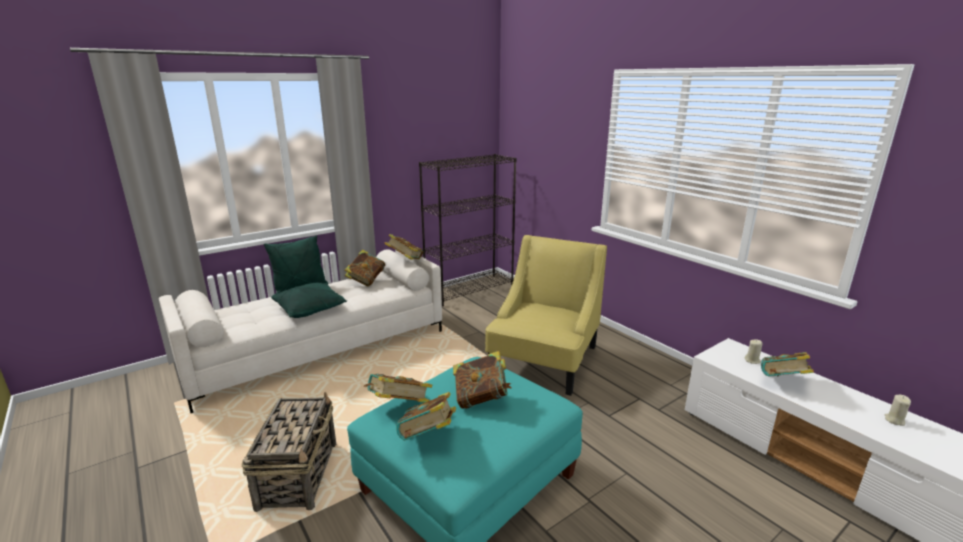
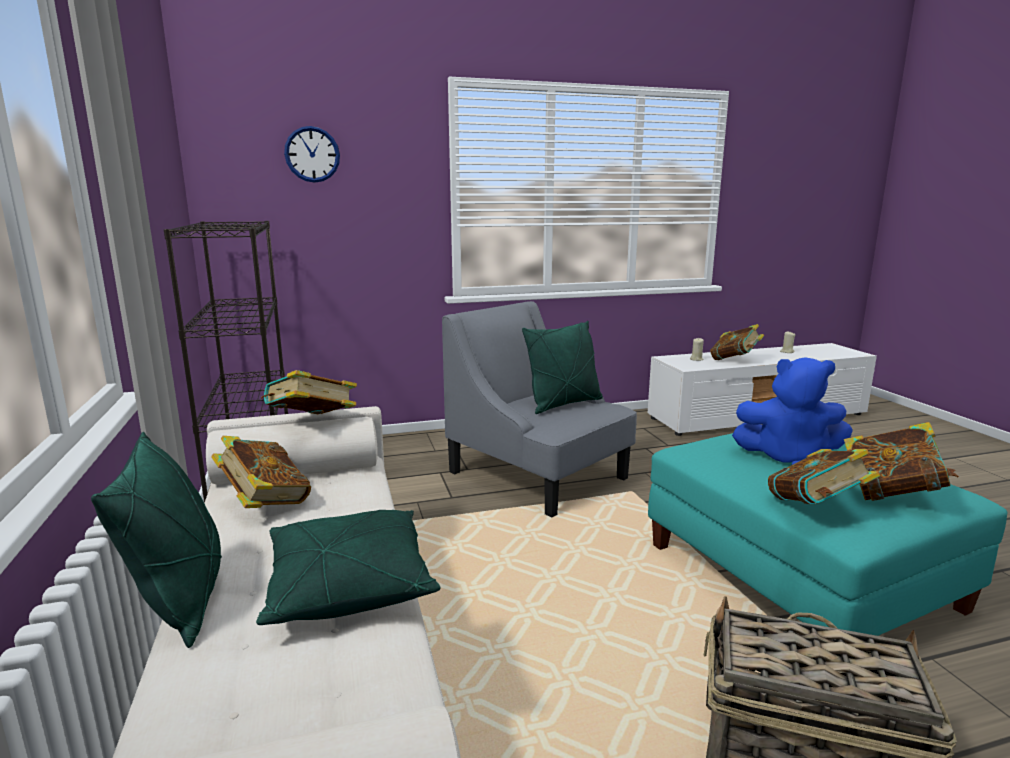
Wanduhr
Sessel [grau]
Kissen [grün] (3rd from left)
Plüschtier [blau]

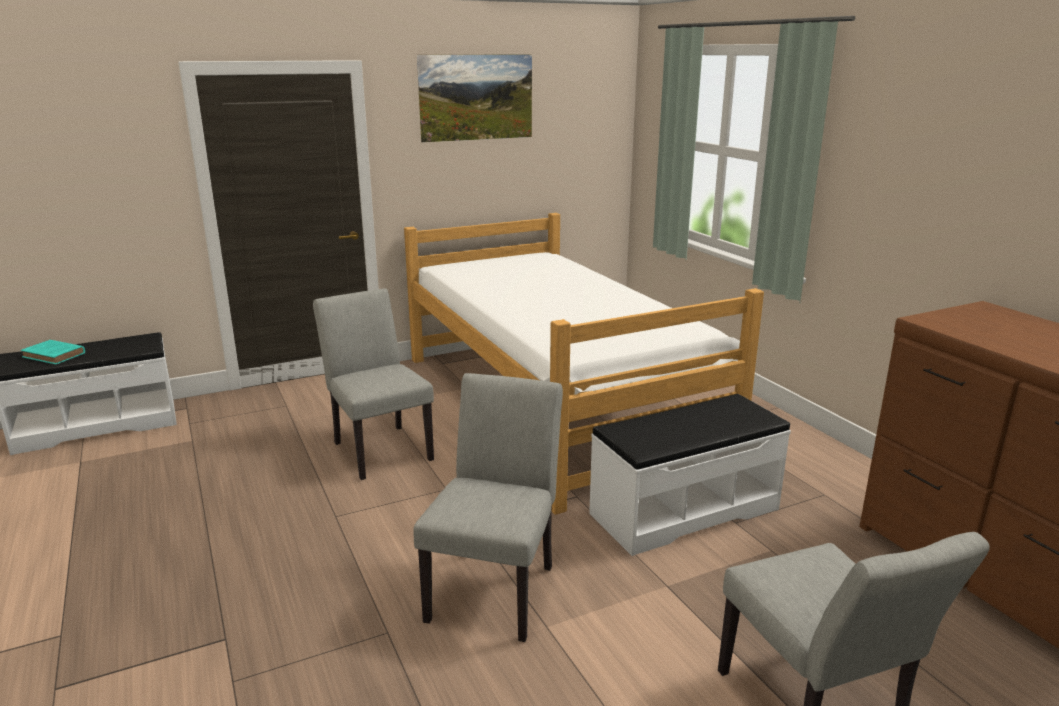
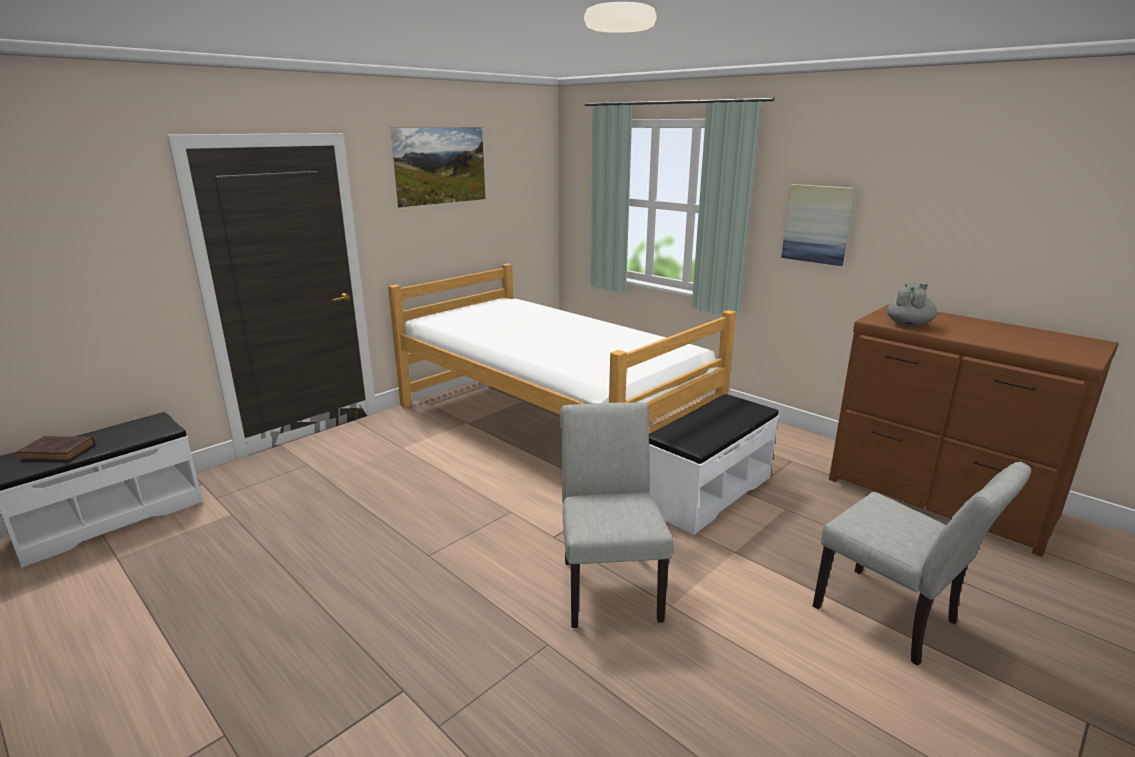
Buch [braun]
Bild (2nd from left)
Teekanne [grau]
Stuhl [grau] (1st from left in the first image)

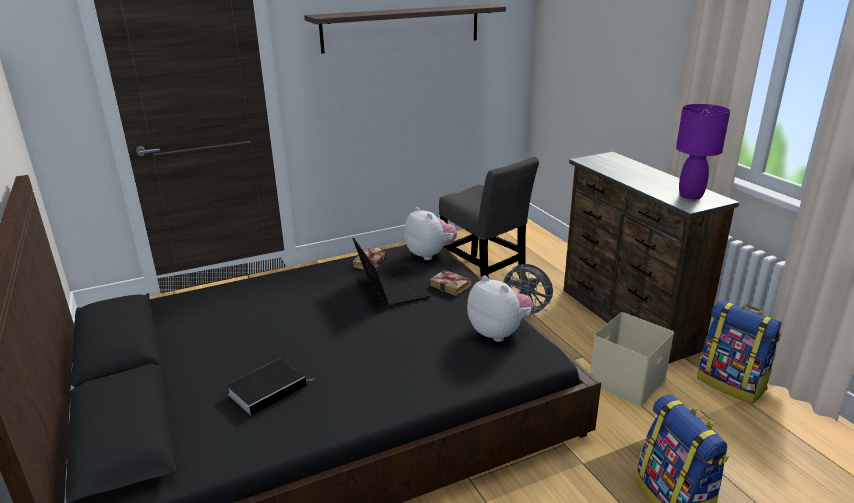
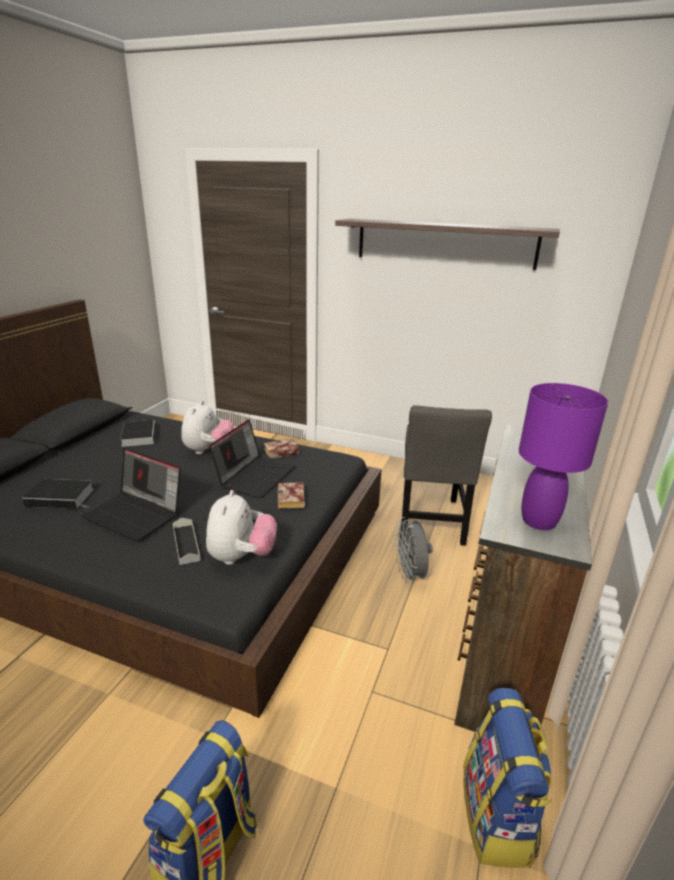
Laptop (1st from left)
Buch (2nd from left)
Tablett [grau]
Plüschtier (1st from left)
Aufbewahrungsbox [beige]

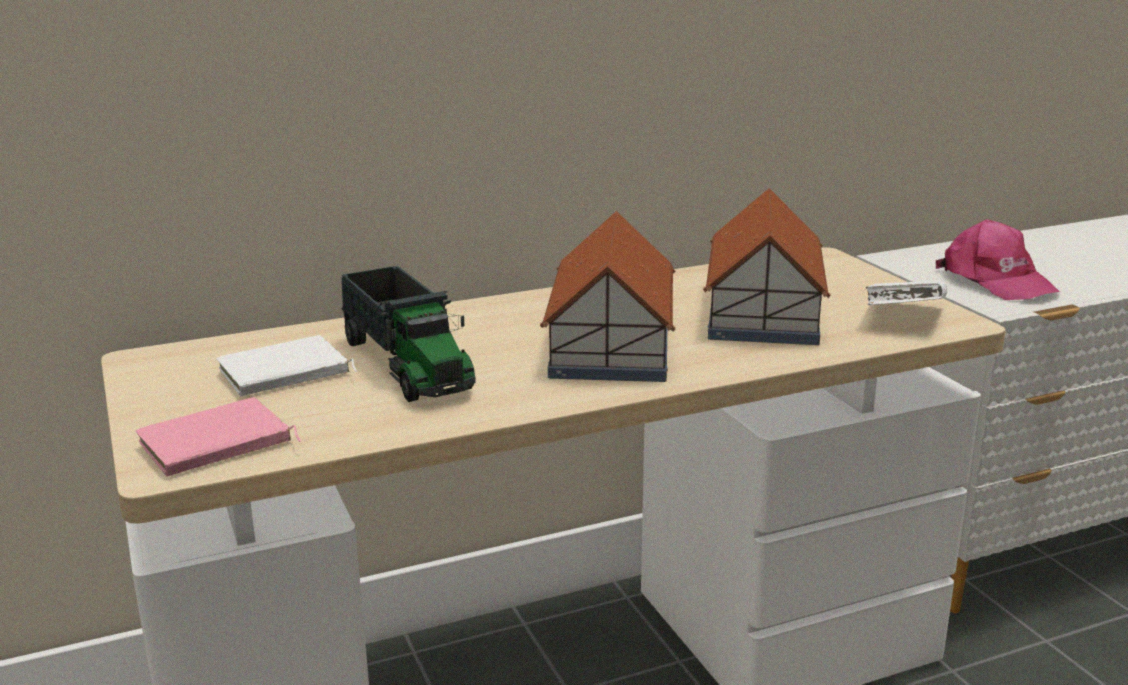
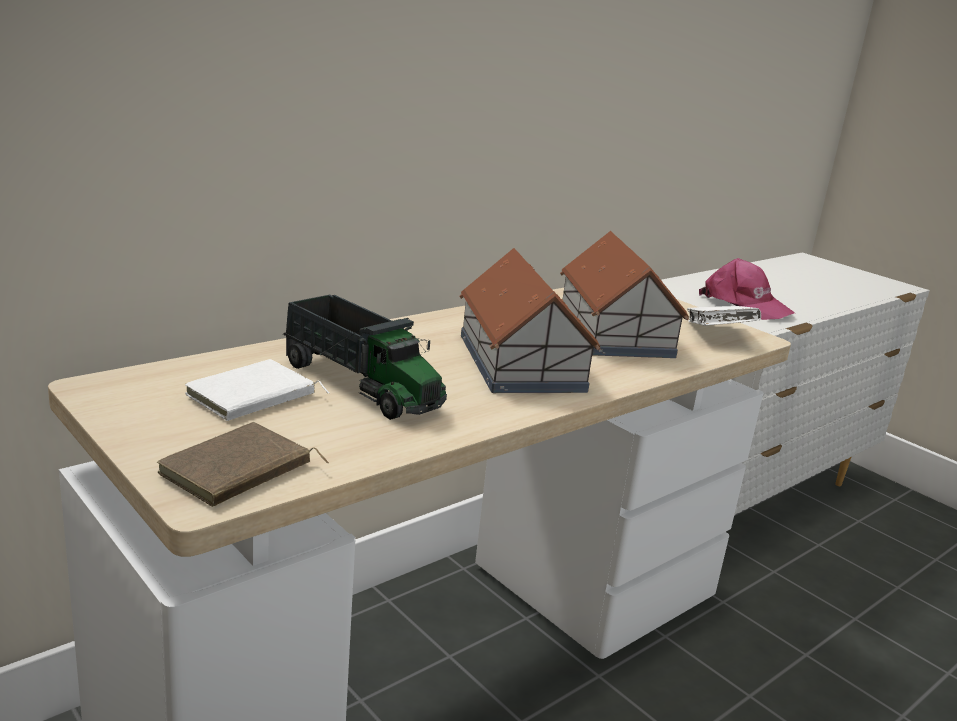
Buch [braun]

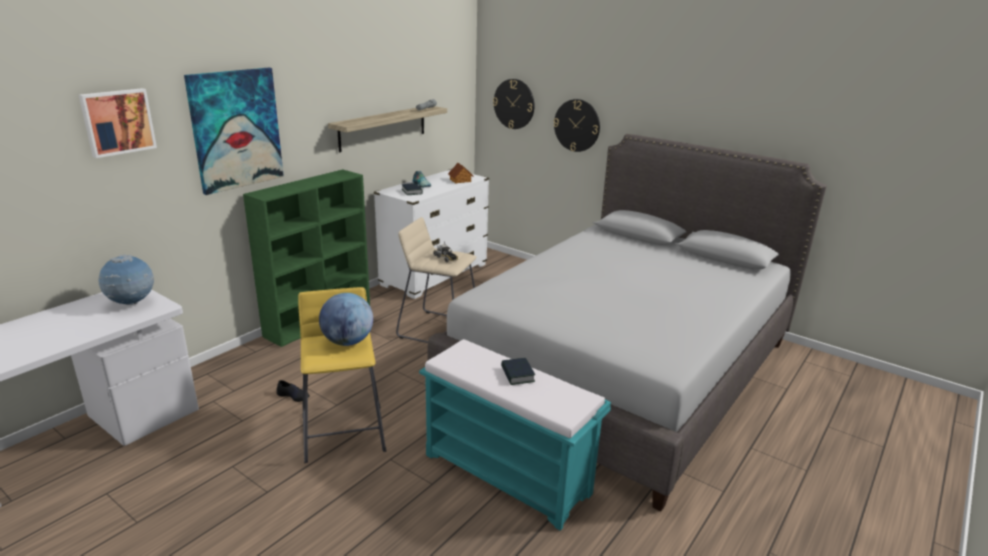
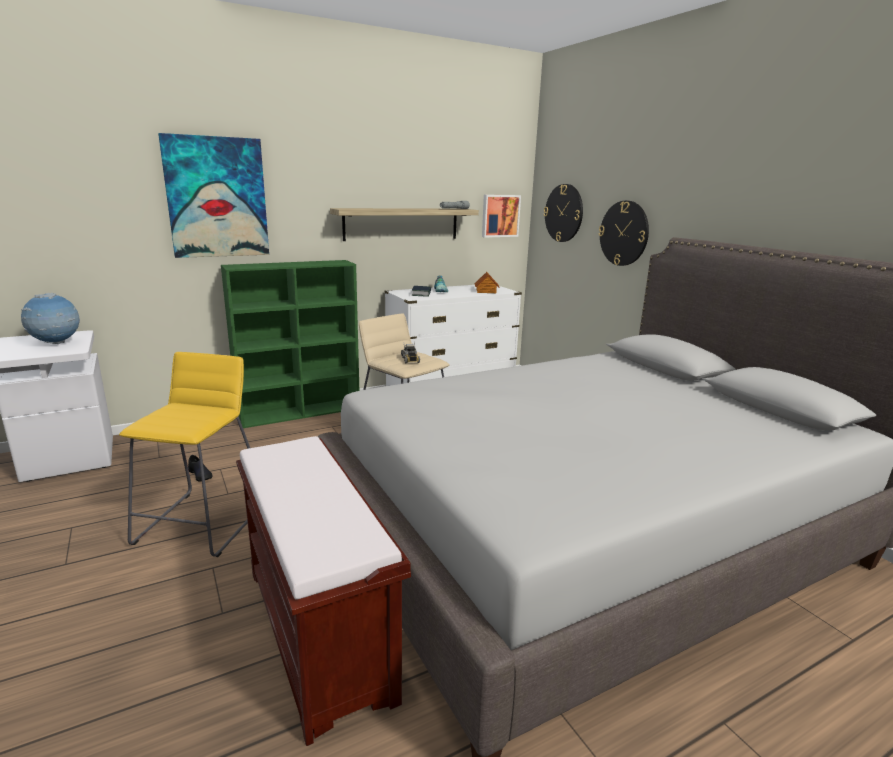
Bank [braun]
Bild (2nd from left)
Globus (2nd from left in the first image)
Buch (2nd from left in the first image)

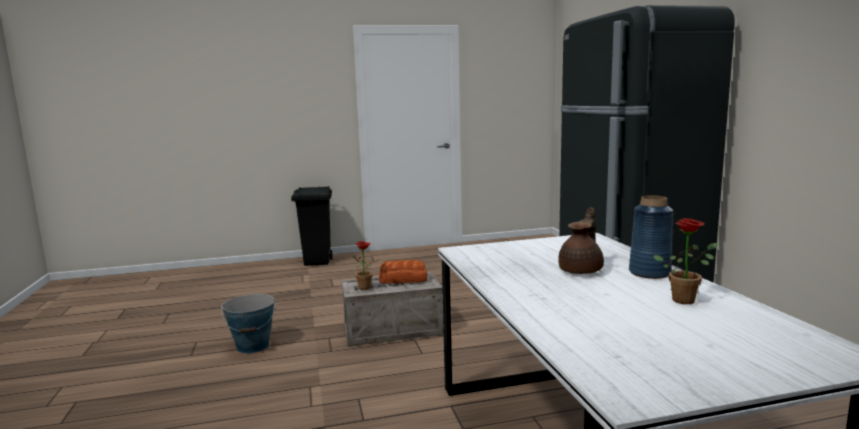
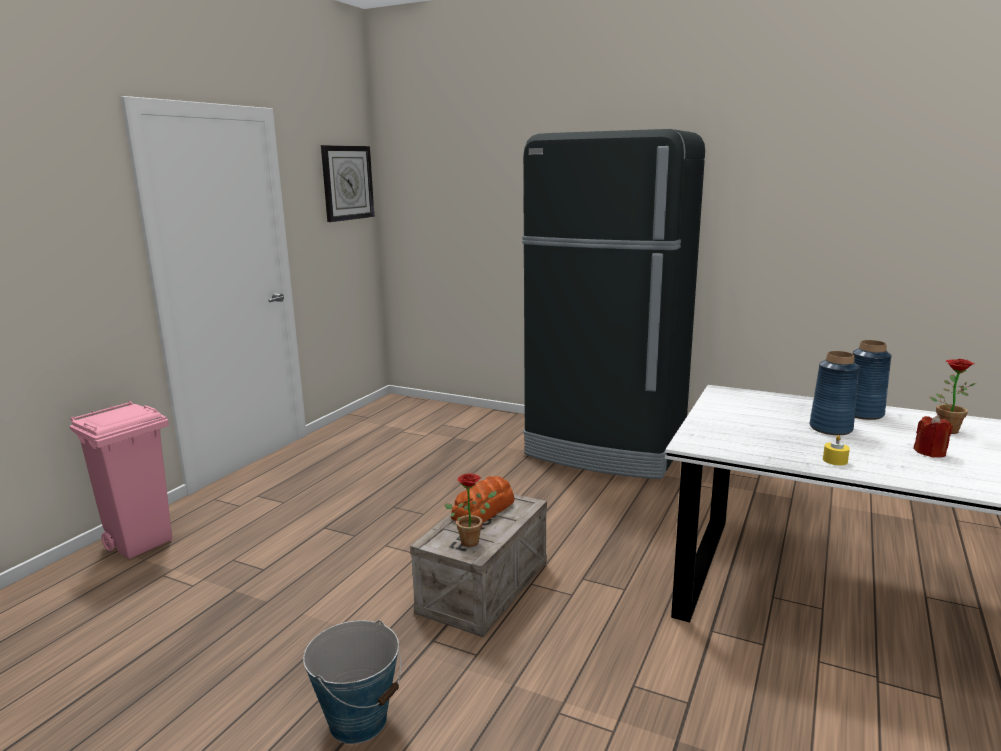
Mülleimer [rosa]
Wanduhr
Vase [blau] (1st from left)
Kerze [gelb]
Kerze [rot]

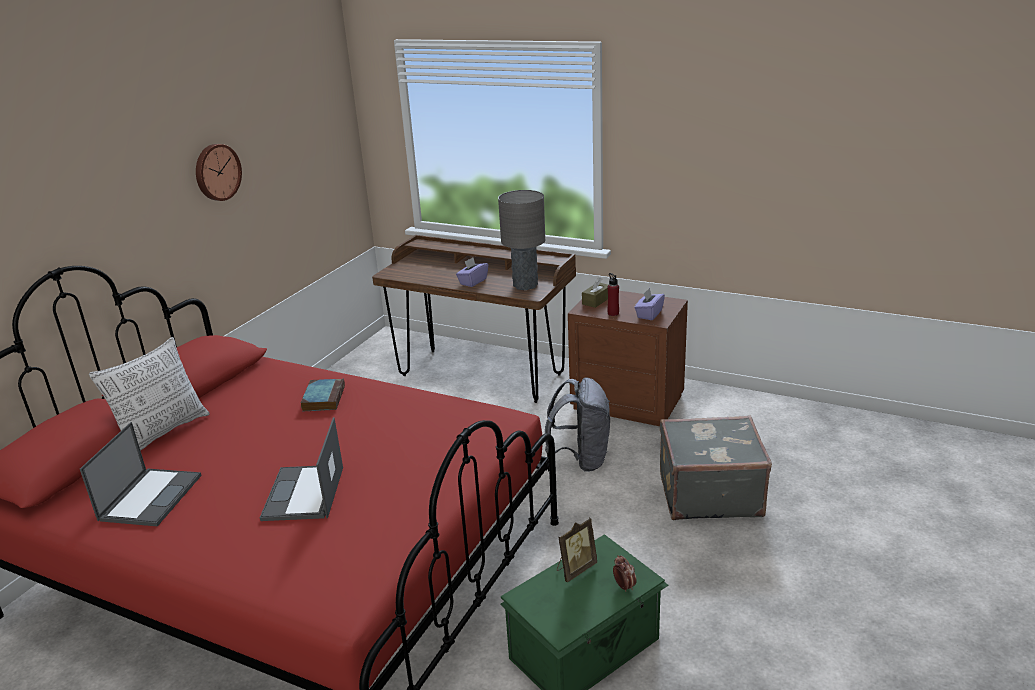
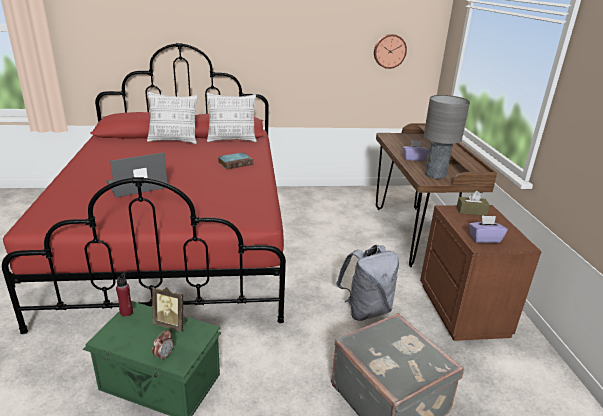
Flasche [rot]
Kissen (2nd from left)
Wanduhr
Laptop (1st from left in the first image)

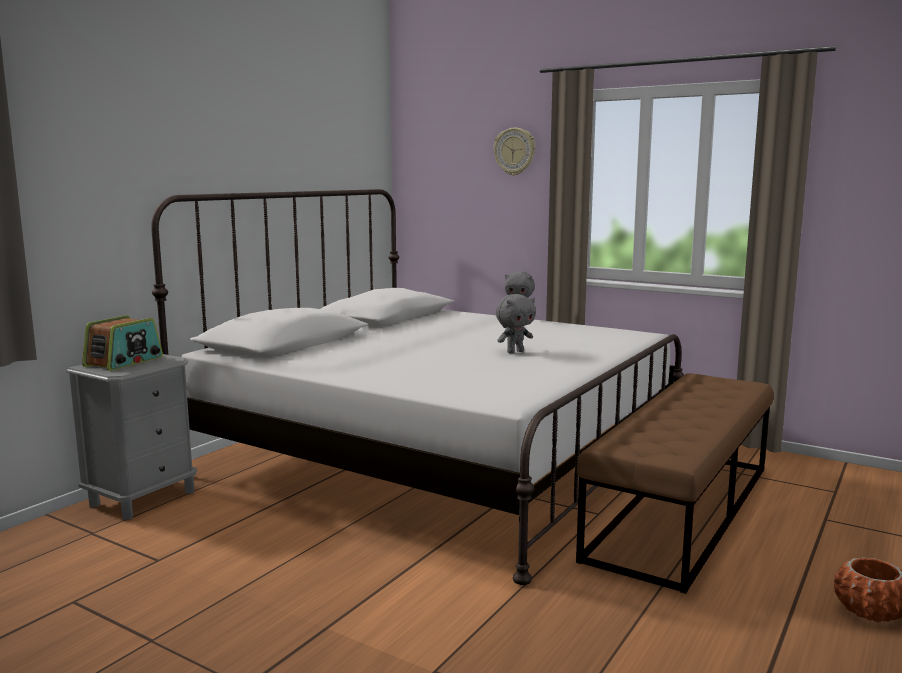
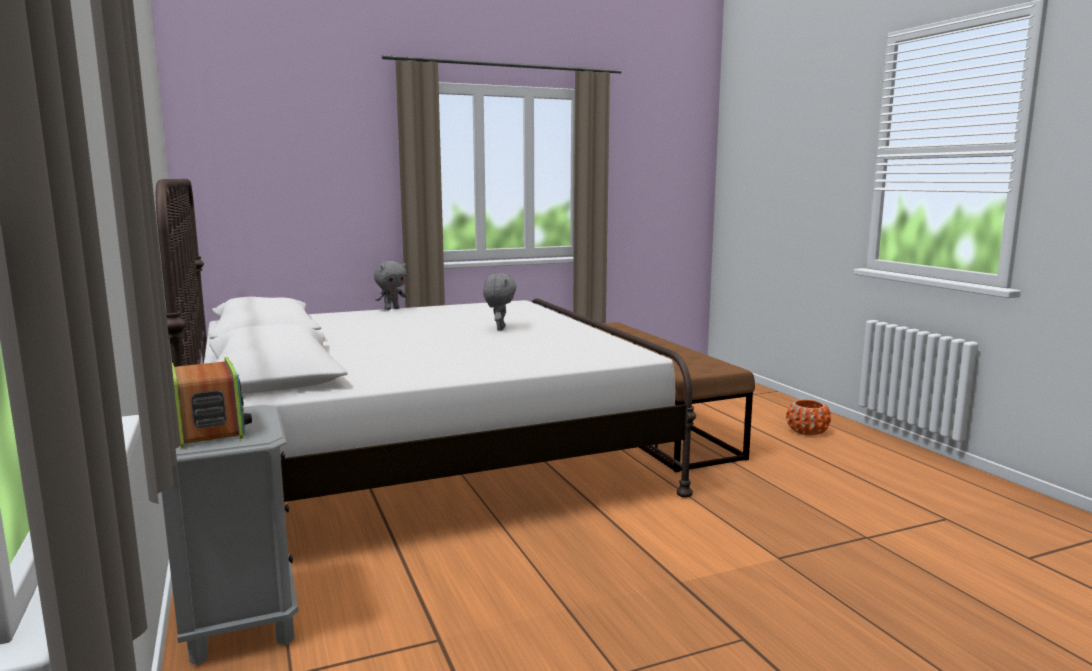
Wanduhr

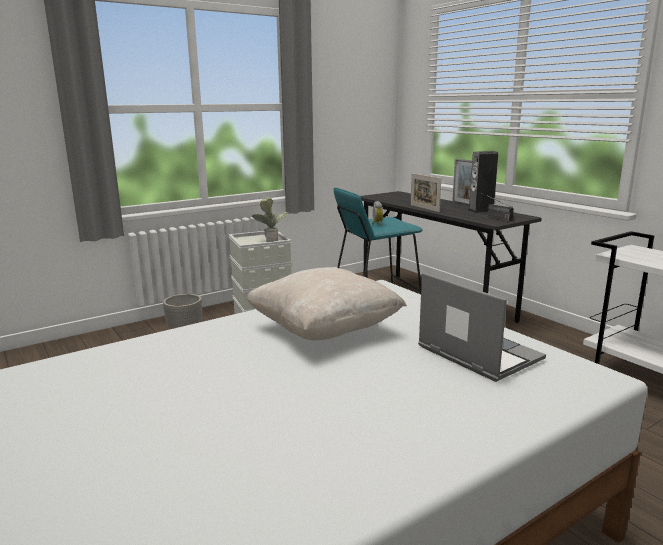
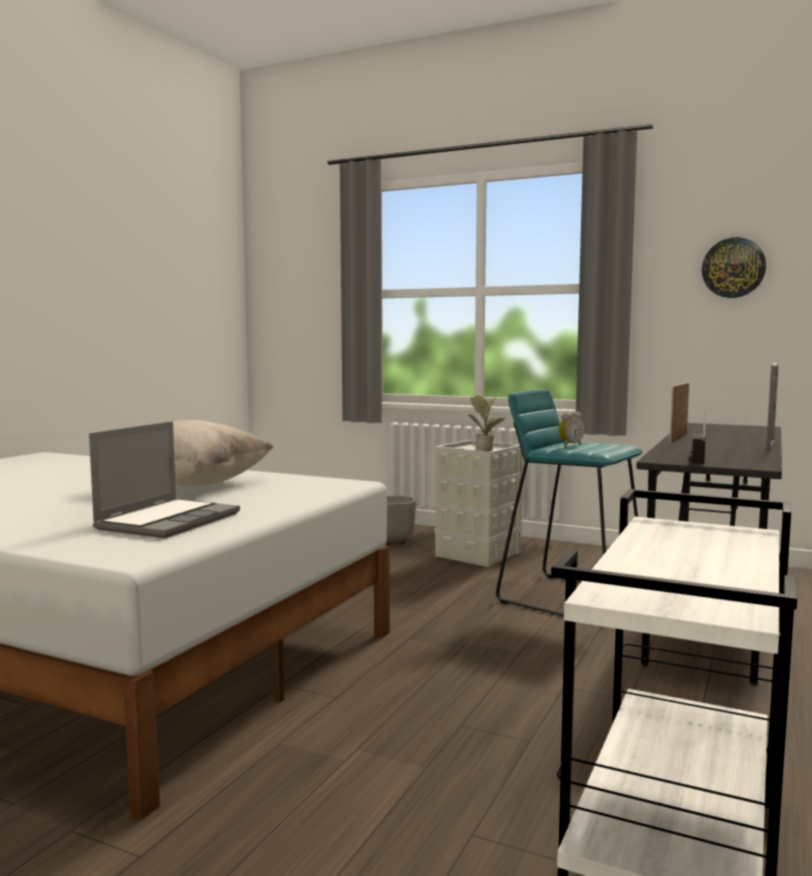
Wanduhr
Lautsprecher

